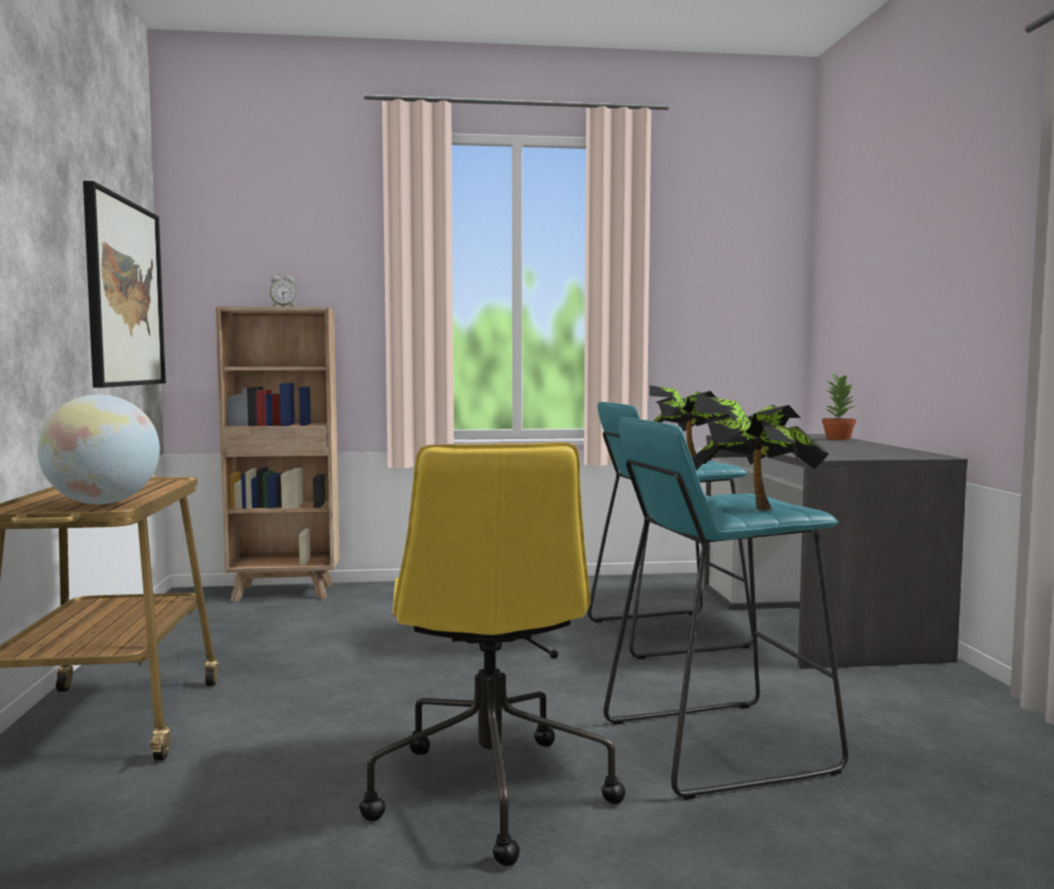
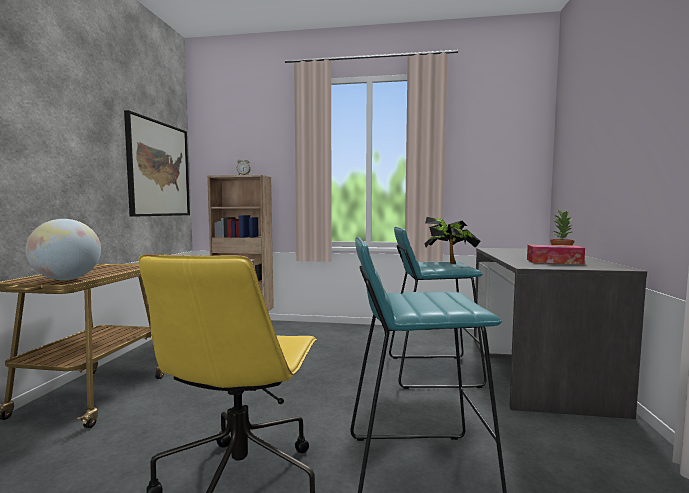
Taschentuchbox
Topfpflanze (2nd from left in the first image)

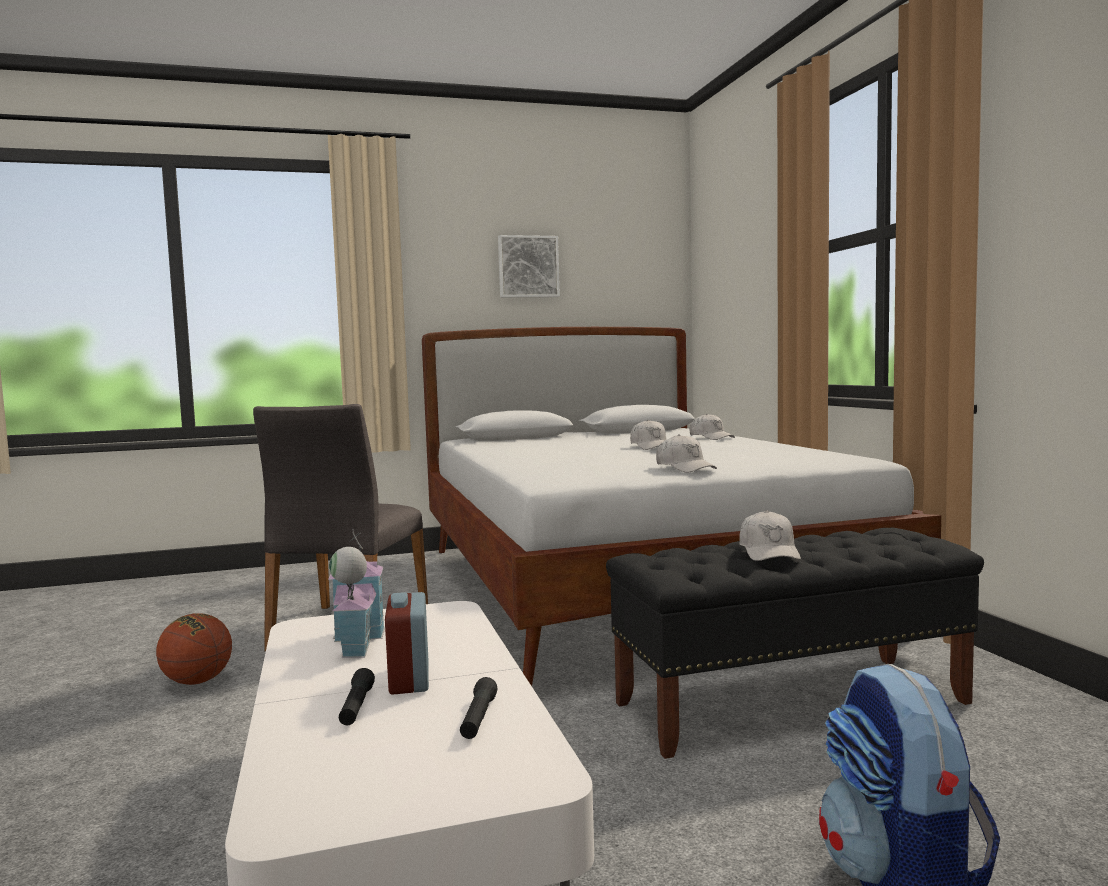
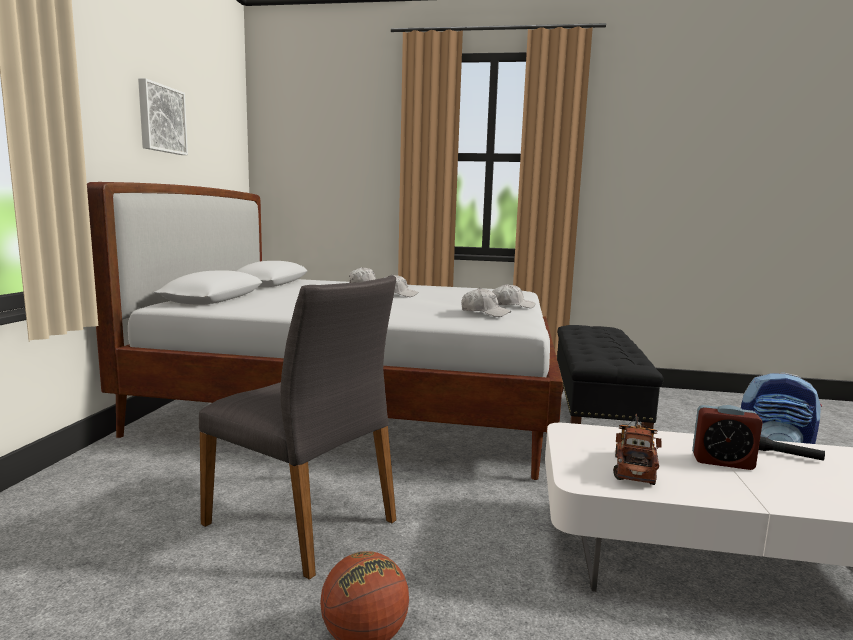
Kappe [weiß] (3rd from left)
Spielzeuglaster
Taschenlampe [schwarz] (1st from left in the first image)

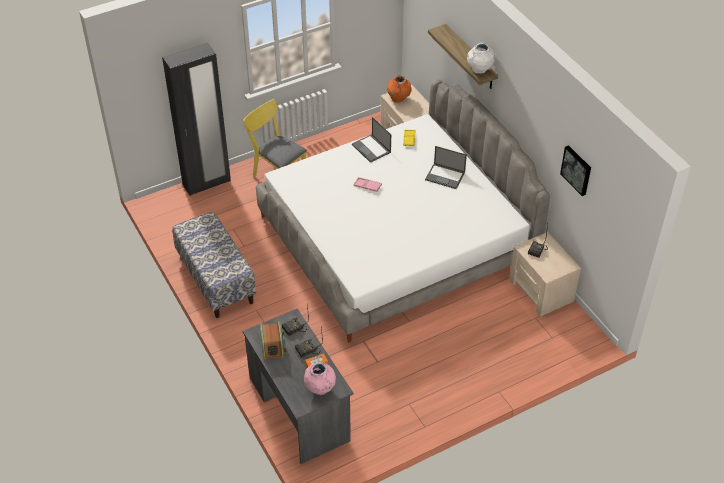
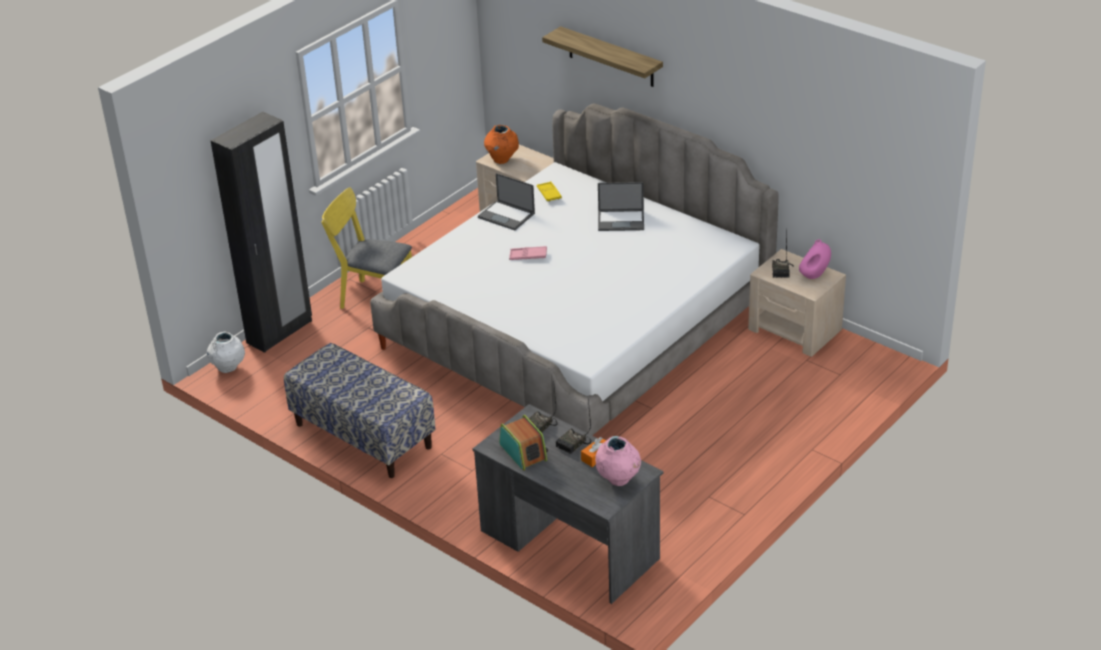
Vase [weiß]
Vase [rosa] (2nd from left)
Bild

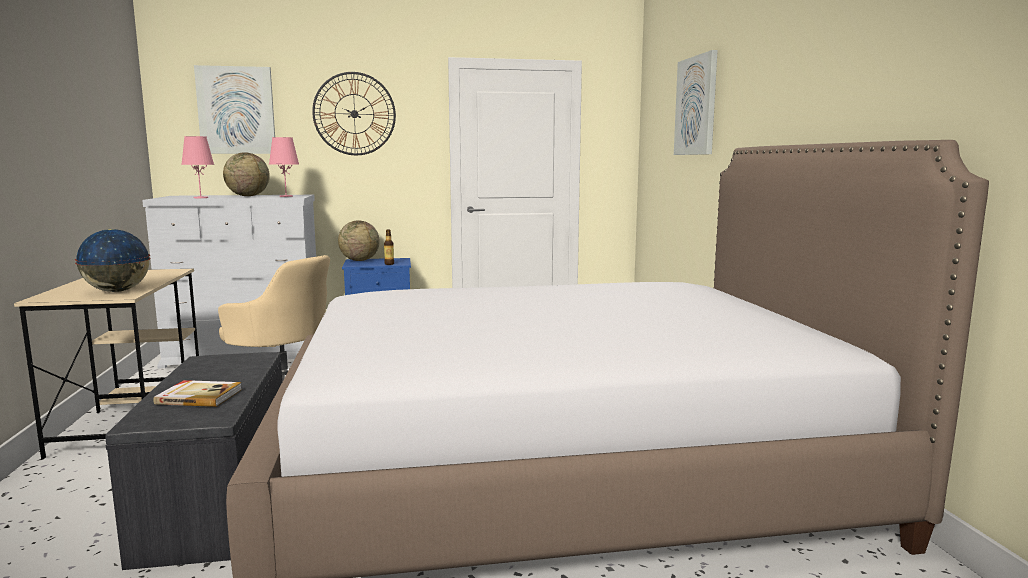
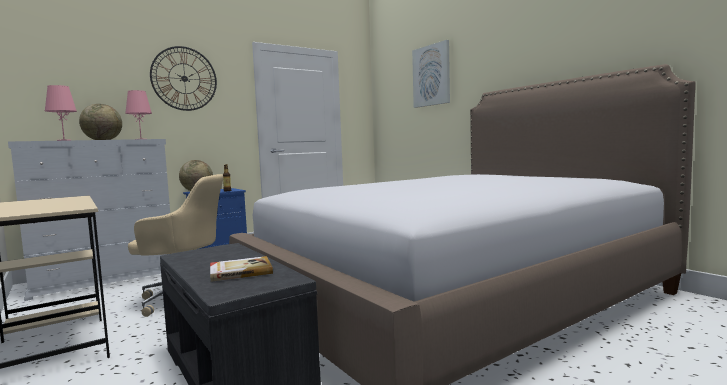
Globus (1st from left in the first image)
Bild (1st from left in the first image)

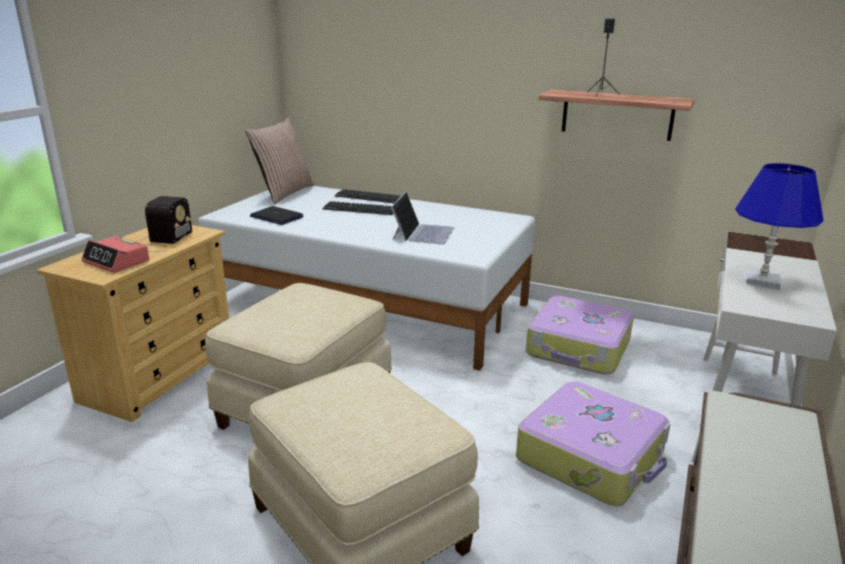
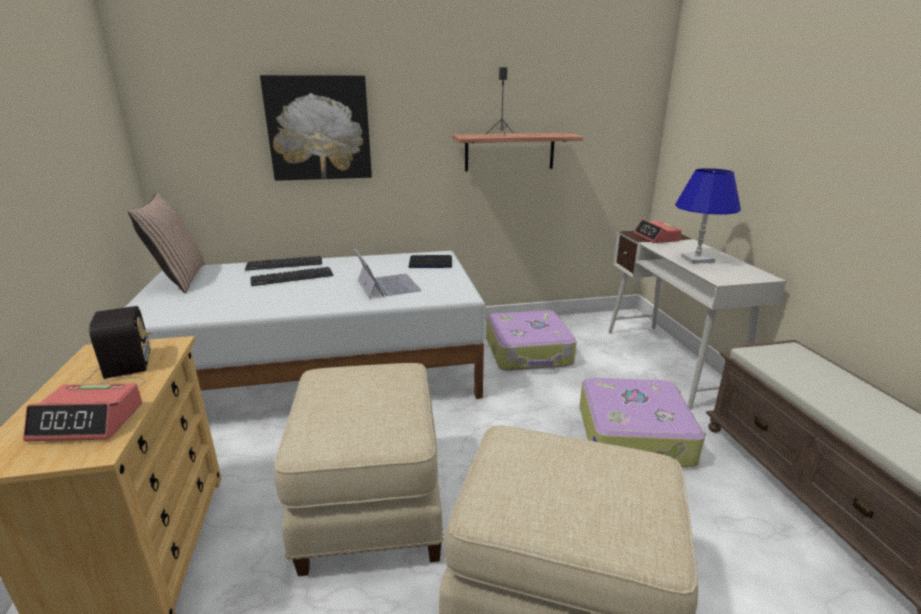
Bild
Laptop (2nd from left)
Wecker (2nd from left)

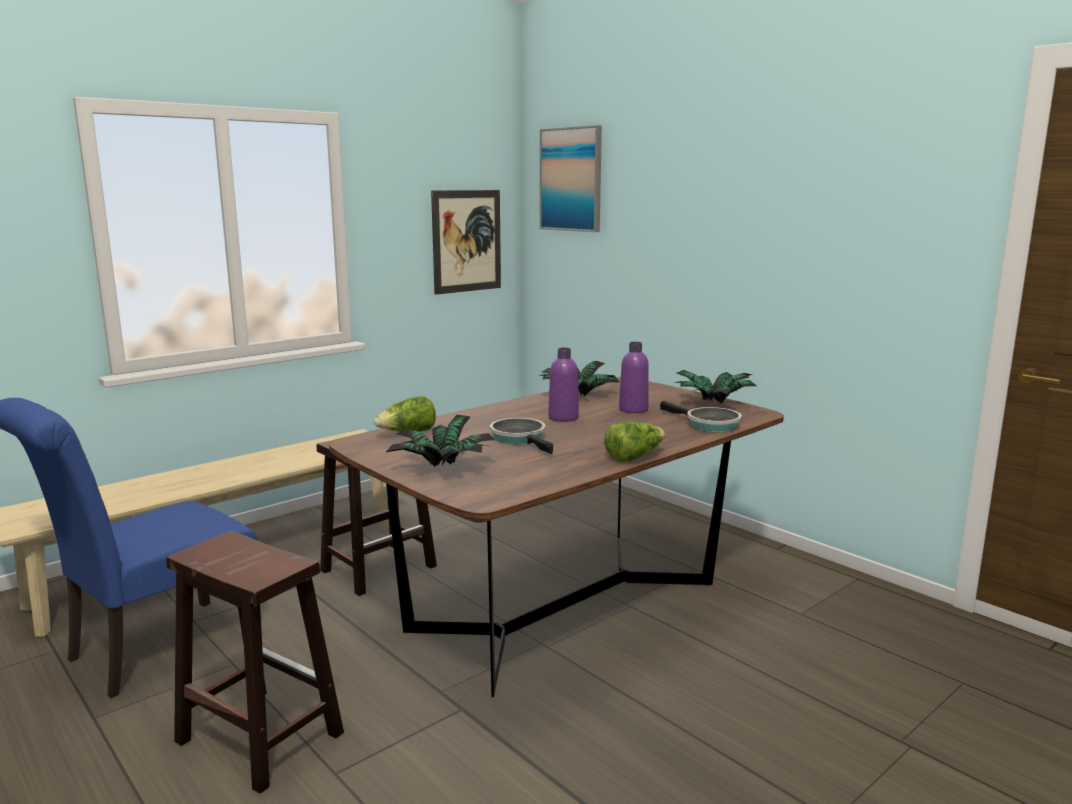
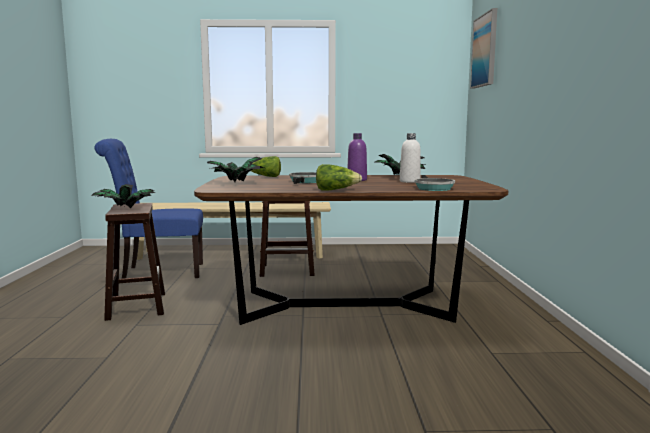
Topfpflanze (1st from left)
Flasche [weiß]
Bild (1st from left in the first image)

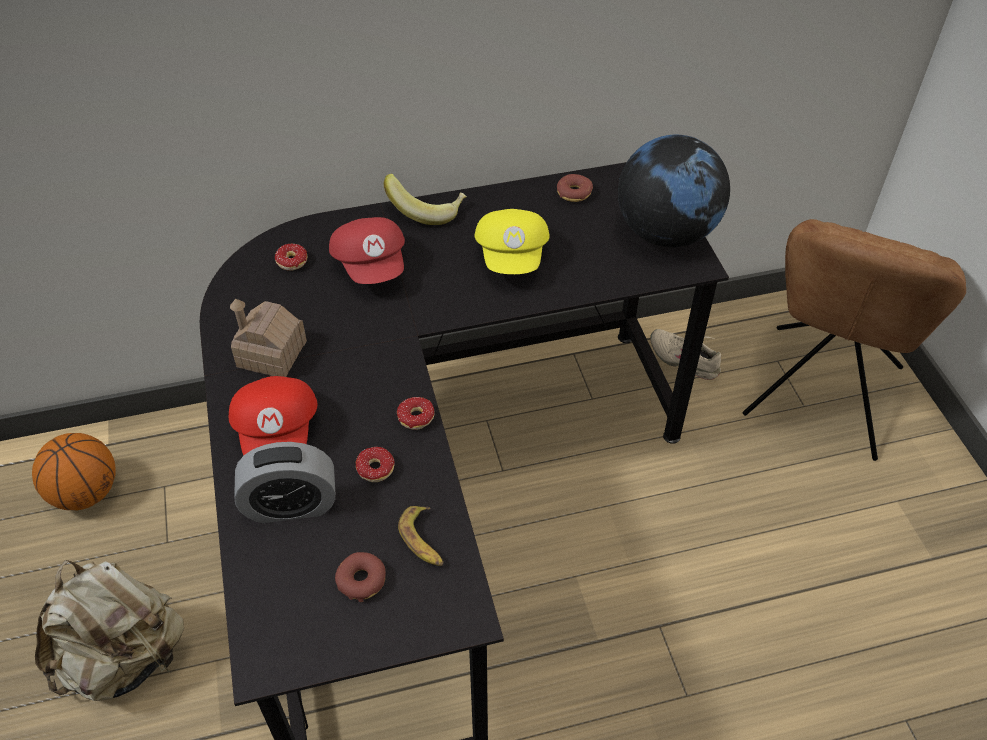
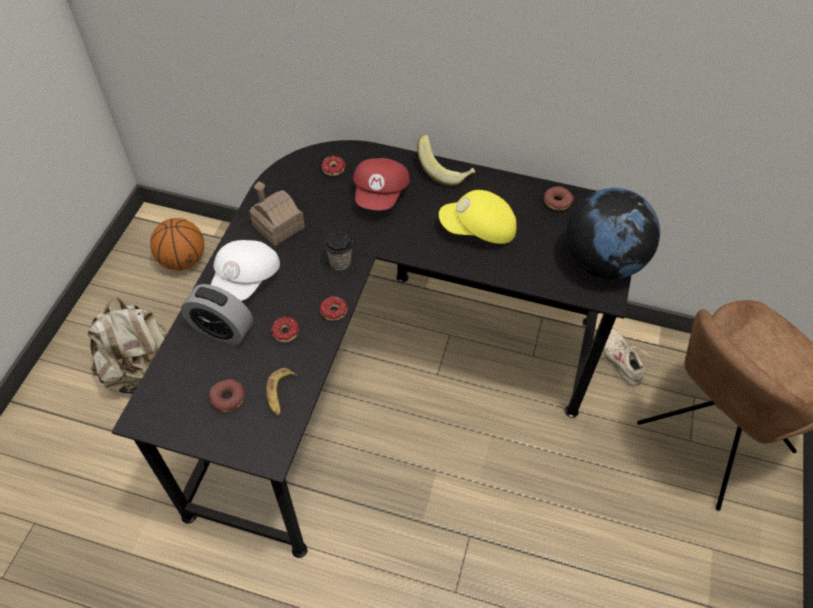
Kappe [weiß]
Tasse
Kappe [gelb]

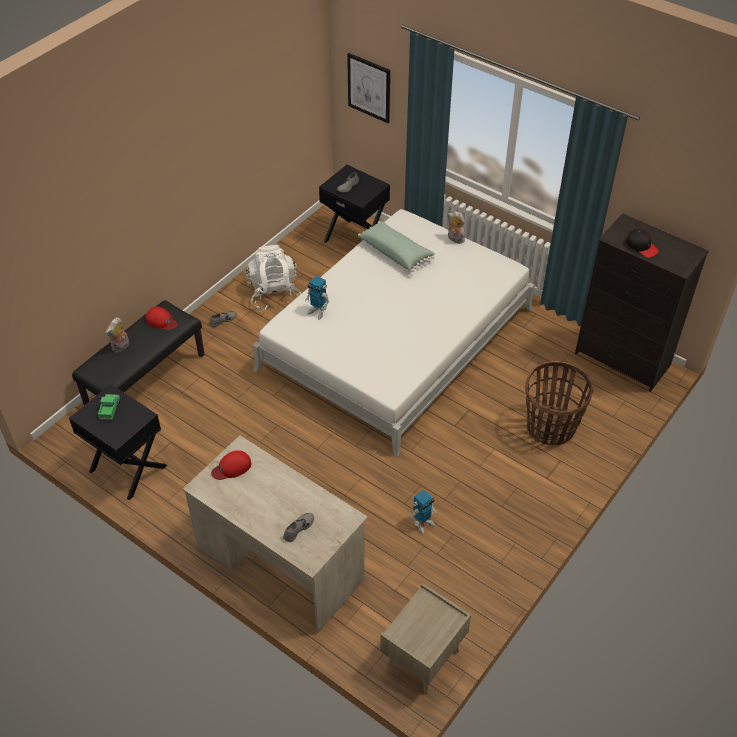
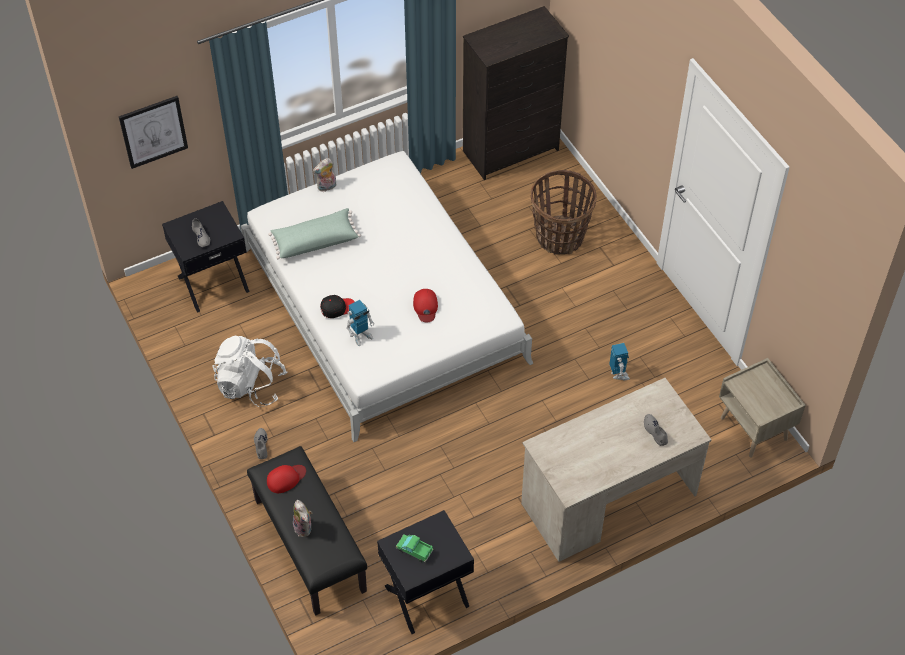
Kappe [schwarz]
Kappe [rot] (2nd from left)

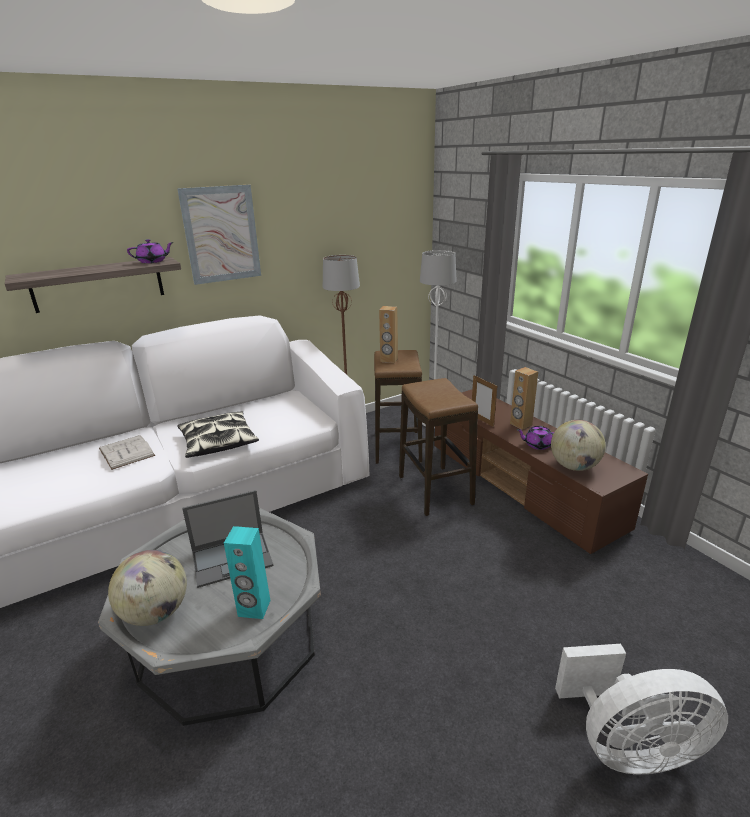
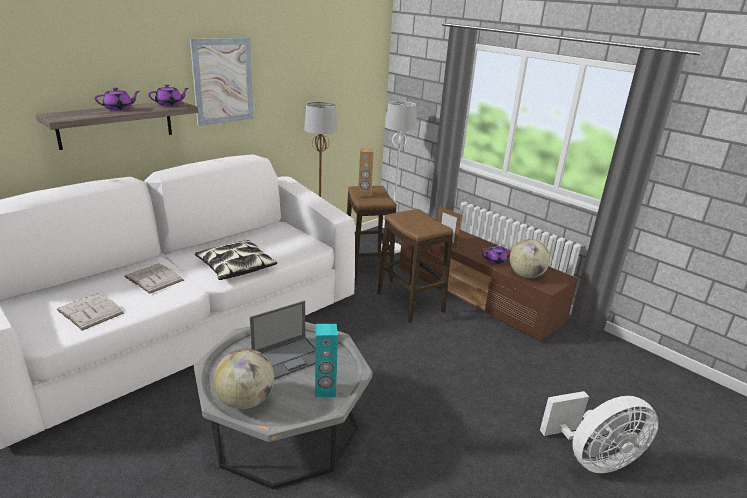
Buch [weiß] (1st from left)
Teekanne [lila] (1st from left)
Lautsprecher [braun] (2nd from left in the first image)

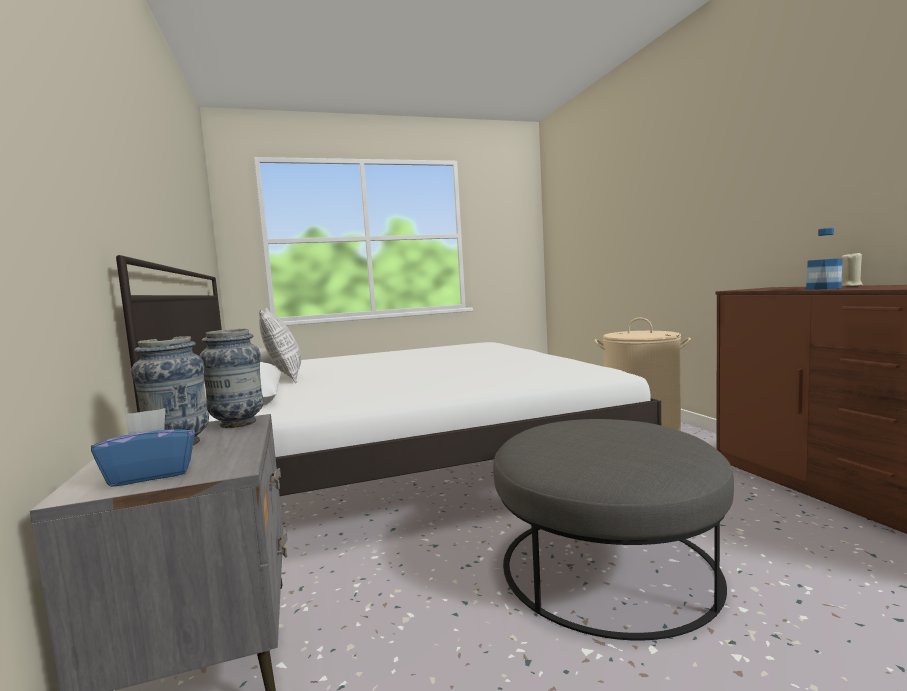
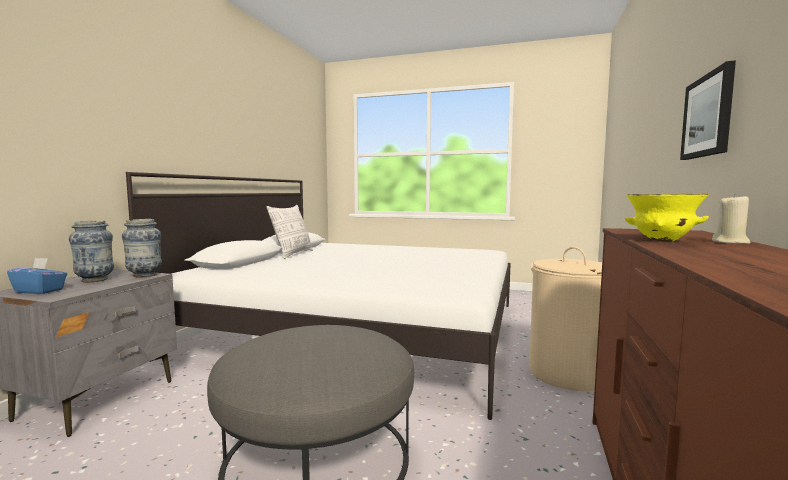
Schüssel [gelb]
Bild

